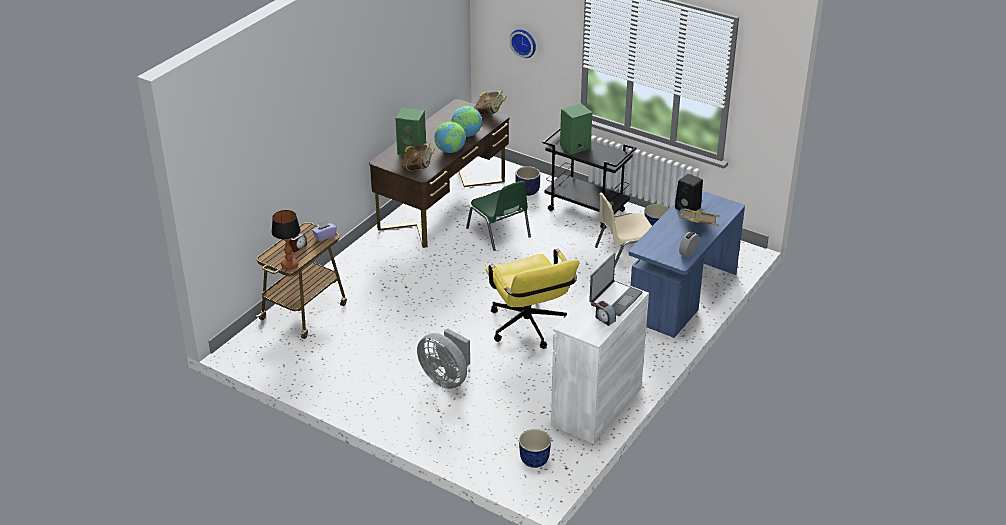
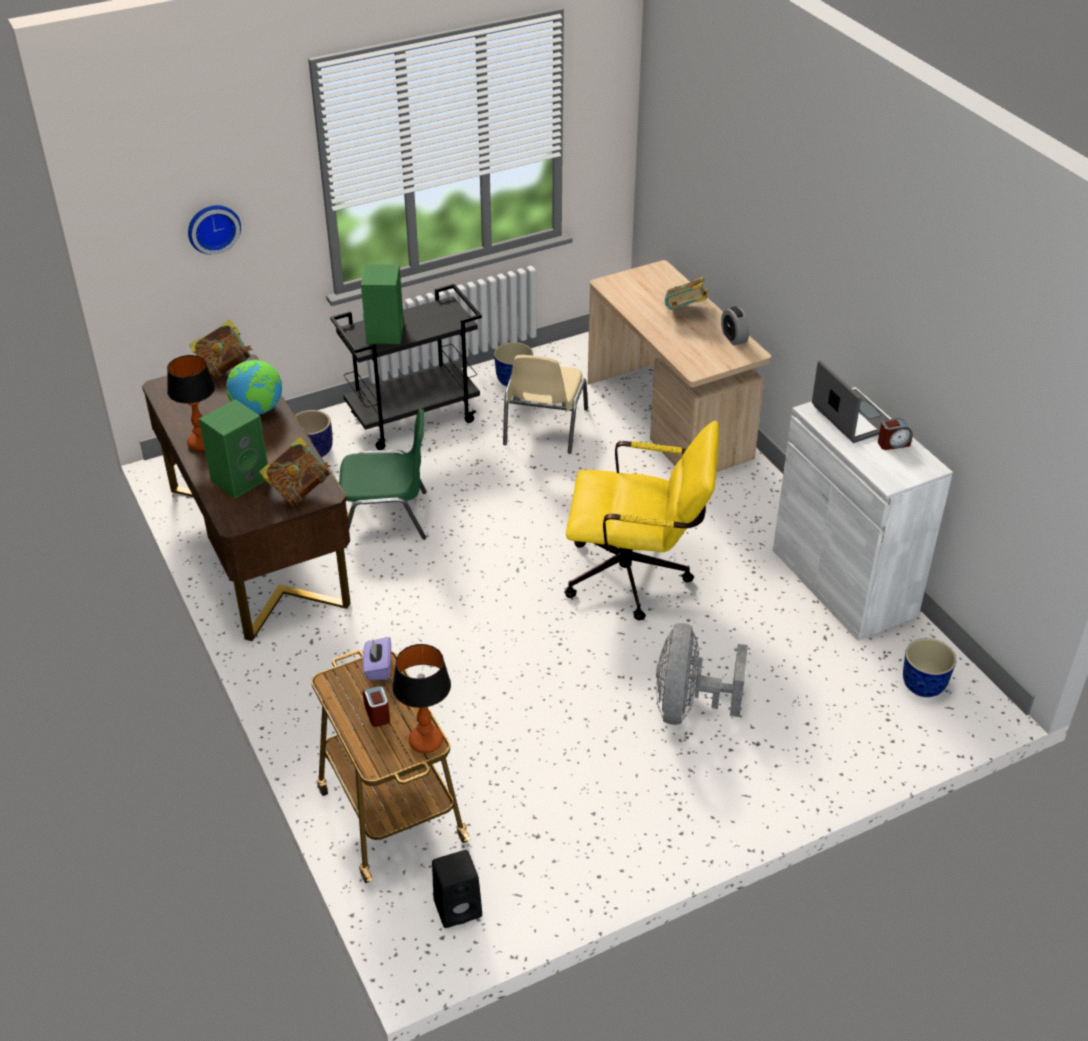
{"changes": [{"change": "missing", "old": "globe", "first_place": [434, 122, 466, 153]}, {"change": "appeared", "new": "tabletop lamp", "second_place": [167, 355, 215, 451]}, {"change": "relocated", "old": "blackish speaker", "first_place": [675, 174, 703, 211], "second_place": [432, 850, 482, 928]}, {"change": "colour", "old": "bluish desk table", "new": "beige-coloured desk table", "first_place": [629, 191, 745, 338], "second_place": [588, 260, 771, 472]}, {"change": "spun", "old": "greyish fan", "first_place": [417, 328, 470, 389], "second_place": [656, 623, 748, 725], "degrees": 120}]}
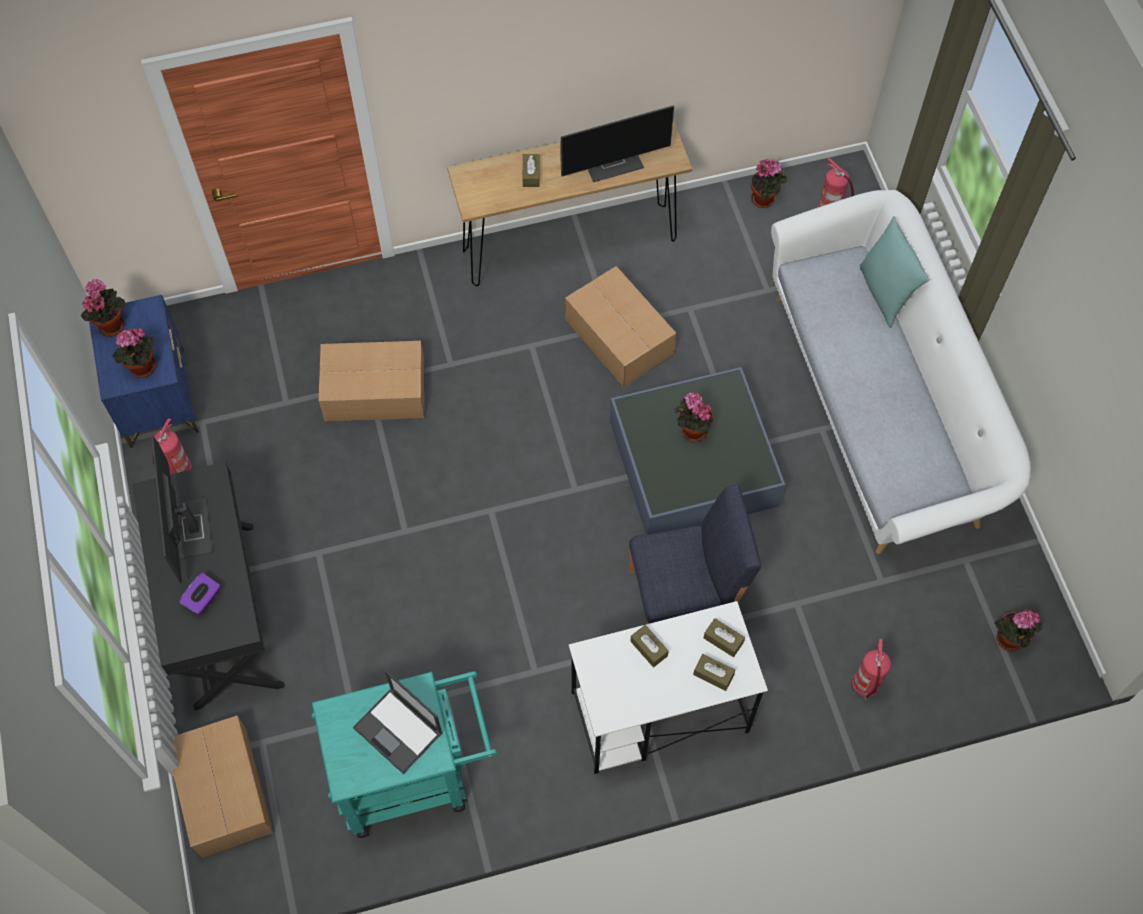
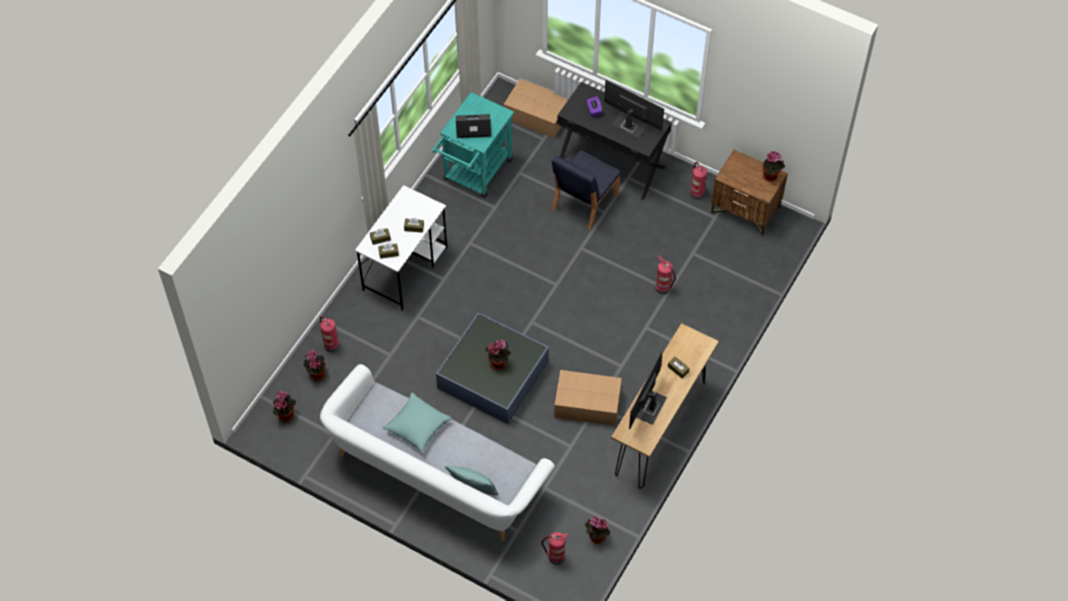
{"changes": [{"change": "appeared", "new": "turquoise-coloured throw pillow", "second_place": [383, 393, 452, 453]}, {"change": "relocated", "old": "potted plant", "first_place": [112, 328, 156, 378], "second_place": [304, 350, 326, 381]}, {"change": "relocated", "old": "bluish upright chair", "first_place": [629, 484, 761, 624], "second_place": [552, 150, 621, 231]}, {"change": "exchanged", "old": "carton", "new": "fire-fighting cylinder", "first_place": [318, 341, 425, 422], "second_place": [655, 256, 676, 295]}, {"change": "colour", "old": "bluish bedside table", "new": "brown-coloured bedside table", "first_place": [89, 295, 199, 448], "second_place": [711, 150, 788, 237]}]}
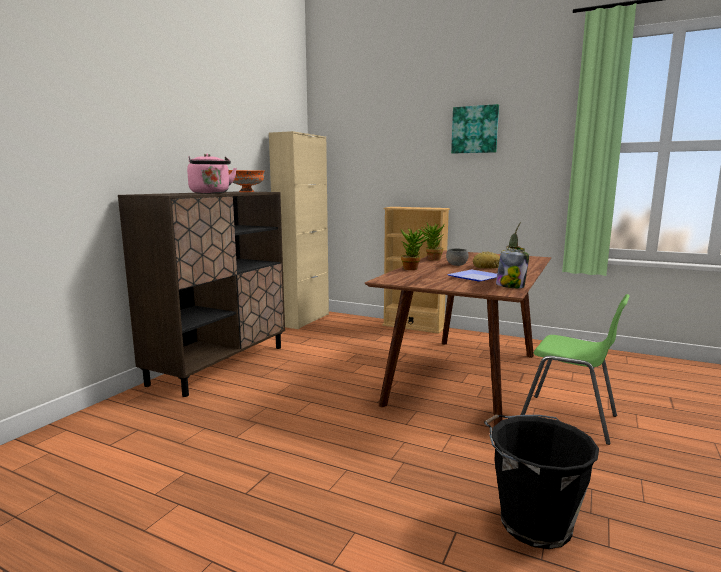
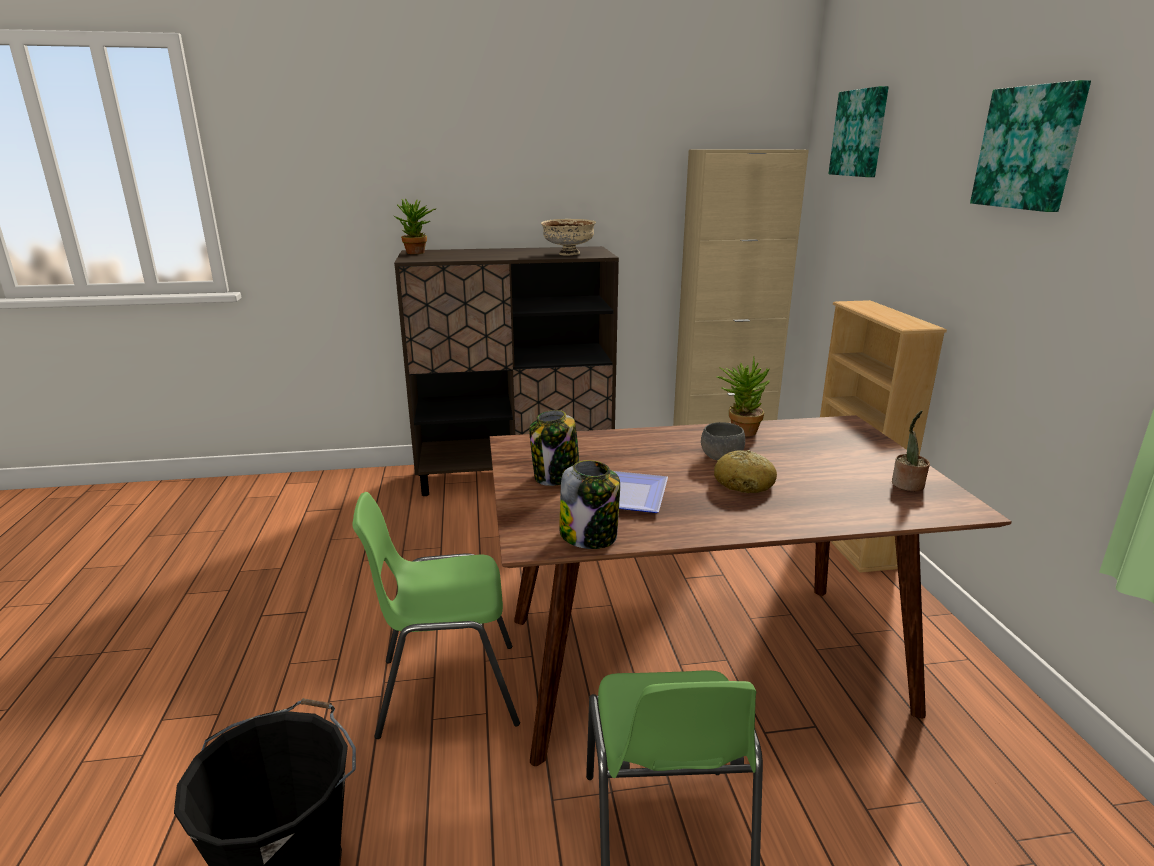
{"changes": [{"change": "missing", "old": "pinkish tea kettle", "first_place": [187, 154, 237, 193]}, {"change": "appeared", "new": "green-coloured upright chair", "second_place": [352, 492, 520, 739]}, {"change": "appeared", "new": "jar", "second_place": [529, 410, 579, 486]}, {"change": "appeared", "new": "wall art", "second_place": [829, 86, 889, 177]}, {"change": "relocated", "old": "potted plant", "first_place": [400, 228, 430, 270], "second_place": [394, 199, 437, 254]}, {"change": "colour", "old": "orange deep dish", "new": "beige-coloured deep dish", "first_place": [228, 170, 264, 192], "second_place": [541, 219, 596, 256]}]}
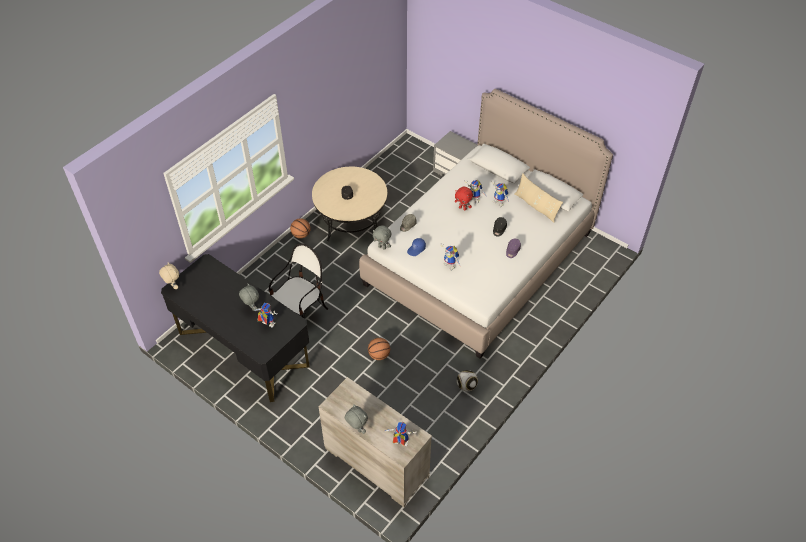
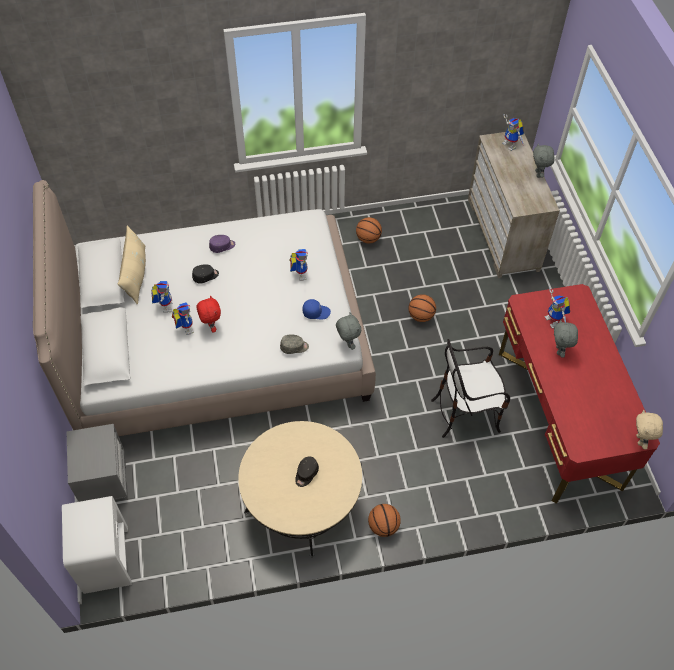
{"changes": [{"change": "appeared", "new": "white-coloured bedside table", "second_place": [62, 496, 132, 594]}, {"change": "exchanged", "old": "football ball", "new": "ball for basketball", "first_place": [457, 370, 478, 391], "second_place": [356, 217, 382, 243]}, {"change": "colour", "old": "blackish desk table", "new": "red-coloured desk table", "first_place": [161, 254, 309, 402], "second_place": [499, 284, 660, 504]}]}
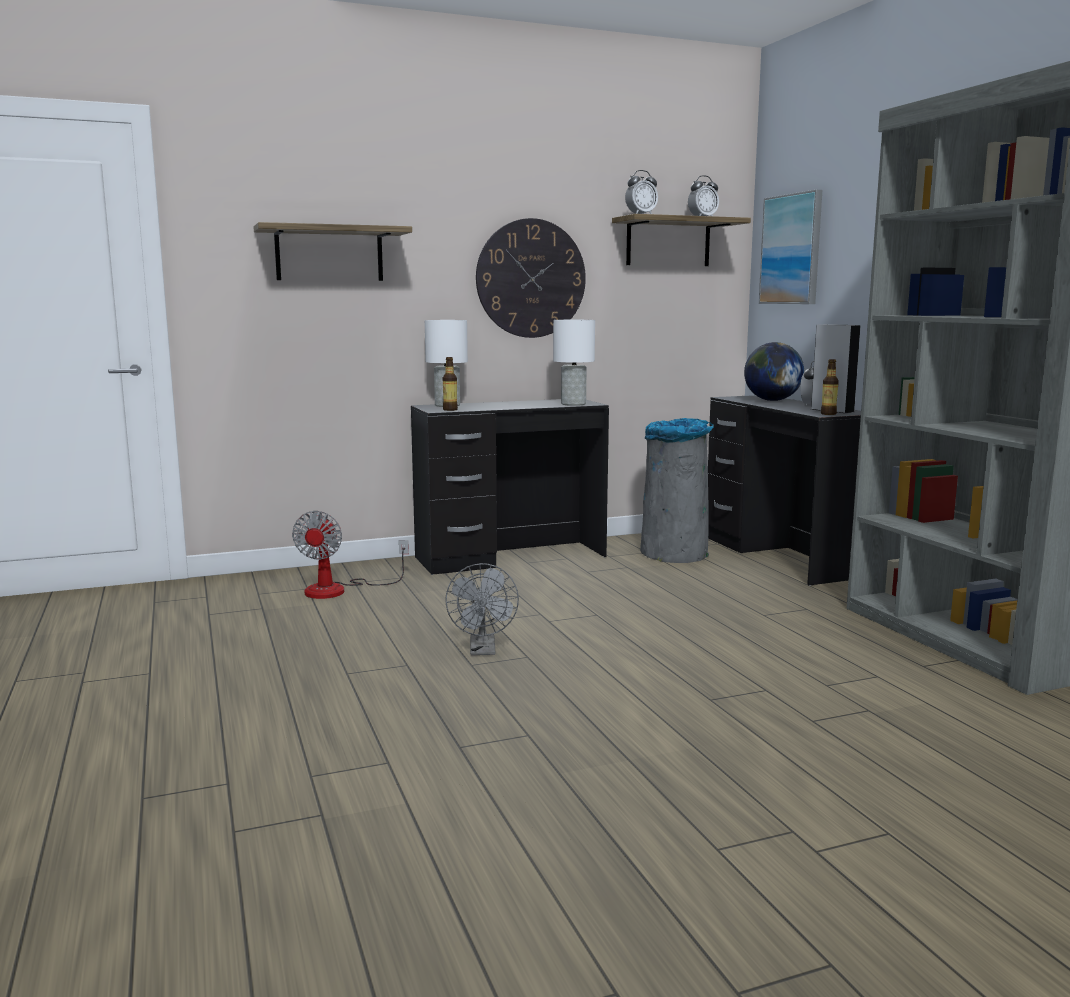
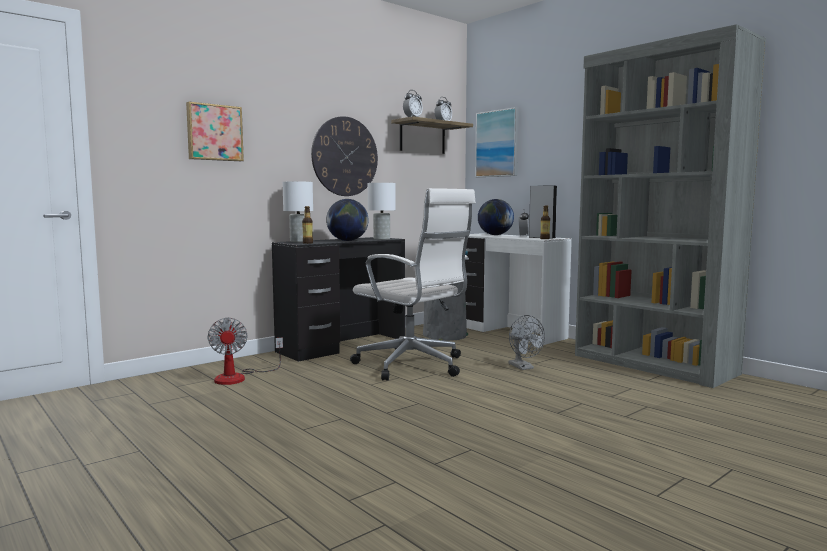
{"changes": [{"change": "appeared", "new": "globe", "second_place": [326, 199, 369, 241]}, {"change": "appeared", "new": "white-coloured computer chair", "second_place": [350, 188, 476, 381]}, {"change": "relocated", "old": "greyish fan", "first_place": [445, 563, 519, 655], "second_place": [508, 315, 545, 370]}, {"change": "exchanged", "old": "shelf", "new": "wall art", "first_place": [253, 222, 412, 281], "second_place": [186, 102, 244, 161]}, {"change": "colour", "old": "blackish desk table", "new": "white-coloured desk table", "first_place": [708, 395, 861, 586], "second_place": [465, 233, 572, 345]}]}
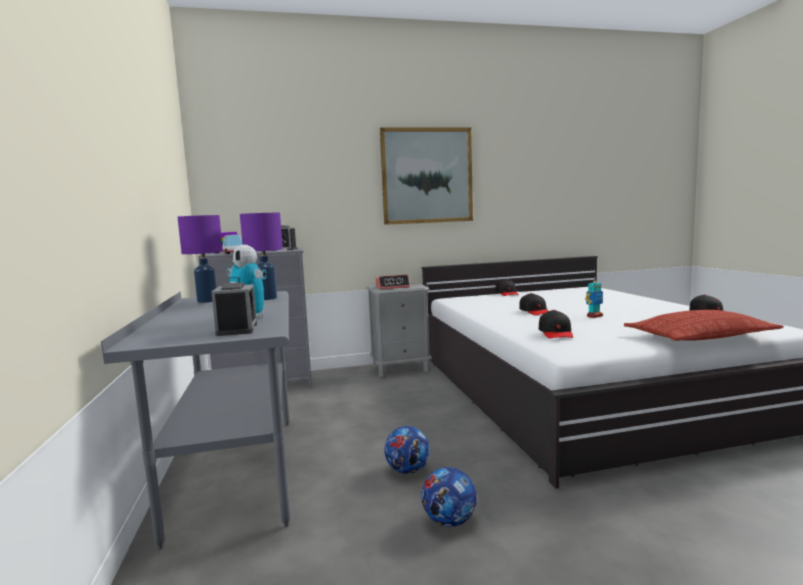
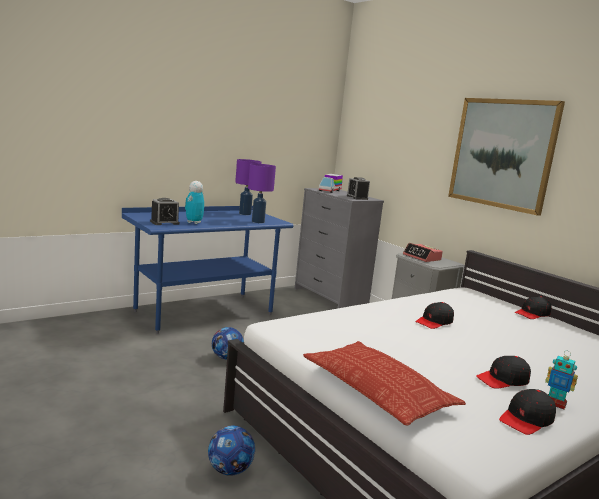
{"changes": [{"change": "relocated", "old": "football ball", "first_place": [421, 467, 477, 527], "second_place": [208, 426, 255, 476]}, {"change": "relocated", "old": "blackish cap", "first_place": [539, 310, 573, 339], "second_place": [476, 356, 531, 389]}, {"change": "relocated", "old": "toy robot", "first_place": [585, 279, 603, 318], "second_place": [545, 353, 578, 410]}, {"change": "colour", "old": "greyish desk table", "new": "bluish desk table", "first_place": [101, 291, 290, 549], "second_place": [122, 206, 293, 334]}]}
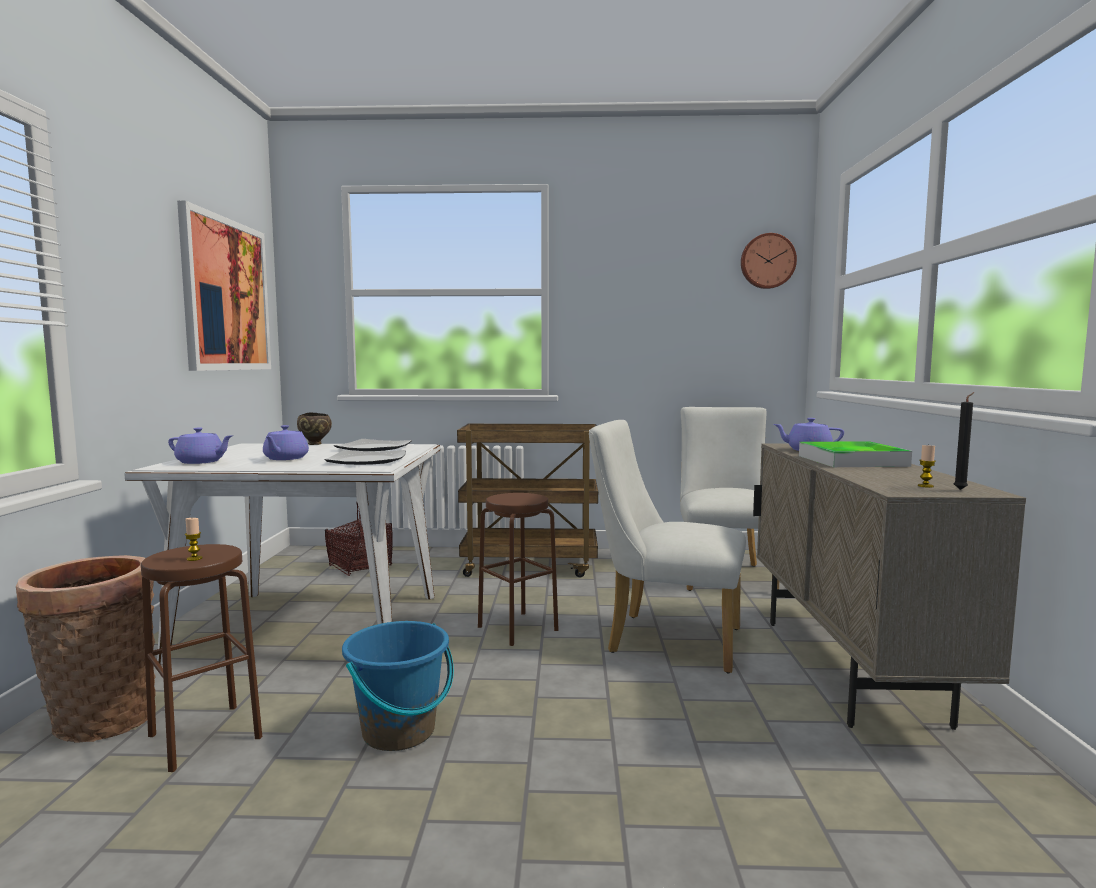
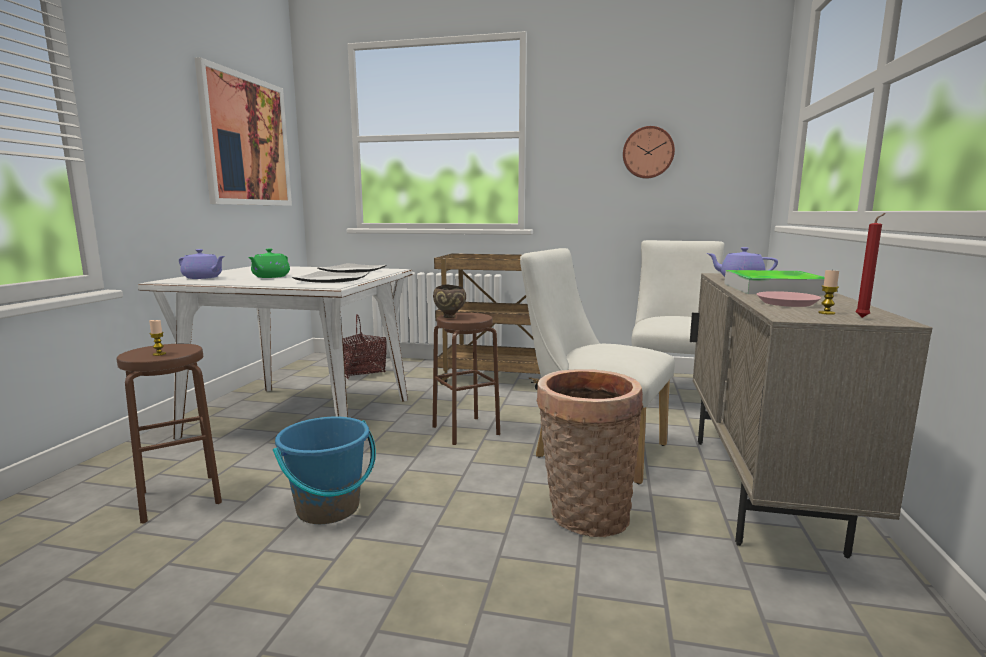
{"changes": [{"change": "appeared", "new": "pinkish flat dish", "second_place": [757, 291, 821, 307]}, {"change": "relocated", "old": "basket", "first_place": [16, 555, 156, 743], "second_place": [536, 369, 643, 537]}, {"change": "relocated", "old": "brown-coloured deep dish", "first_place": [297, 412, 332, 445], "second_place": [433, 285, 466, 318]}, {"change": "relocated", "old": "wall clock", "first_place": [741, 233, 797, 289], "second_place": [623, 126, 675, 179]}, {"change": "colour", "old": "purplish teapot", "new": "green-coloured teapot", "first_place": [263, 425, 309, 460], "second_place": [248, 248, 290, 278]}, {"change": "colour", "old": "blackish wax light", "new": "red-coloured wax light", "first_place": [954, 392, 974, 490], "second_place": [855, 213, 886, 318]}]}
